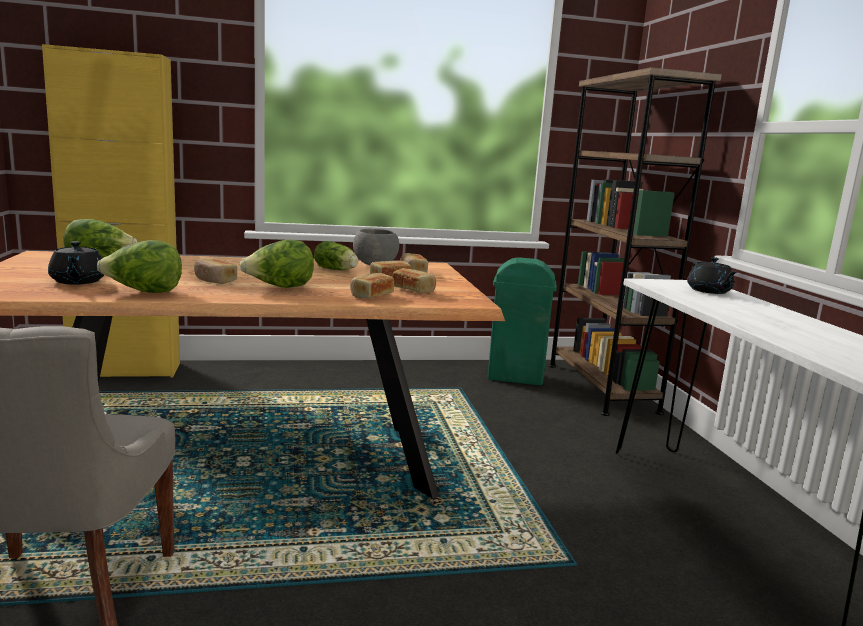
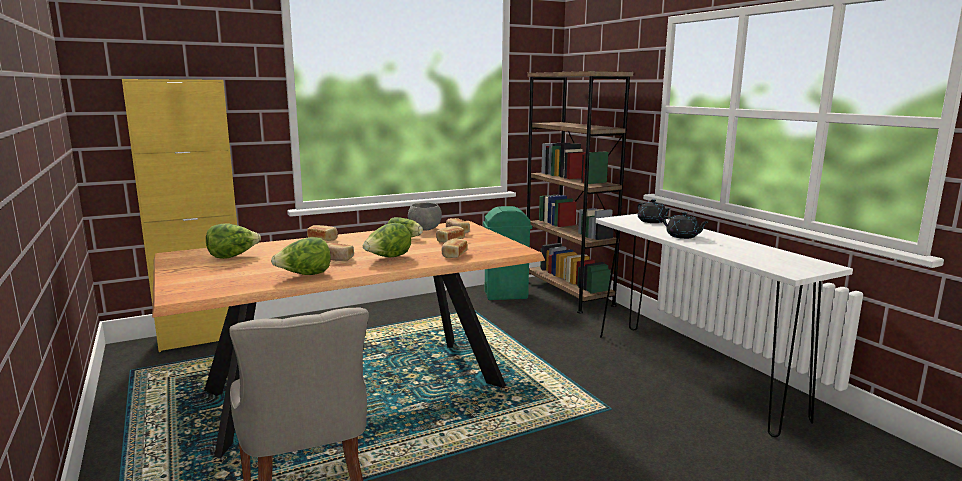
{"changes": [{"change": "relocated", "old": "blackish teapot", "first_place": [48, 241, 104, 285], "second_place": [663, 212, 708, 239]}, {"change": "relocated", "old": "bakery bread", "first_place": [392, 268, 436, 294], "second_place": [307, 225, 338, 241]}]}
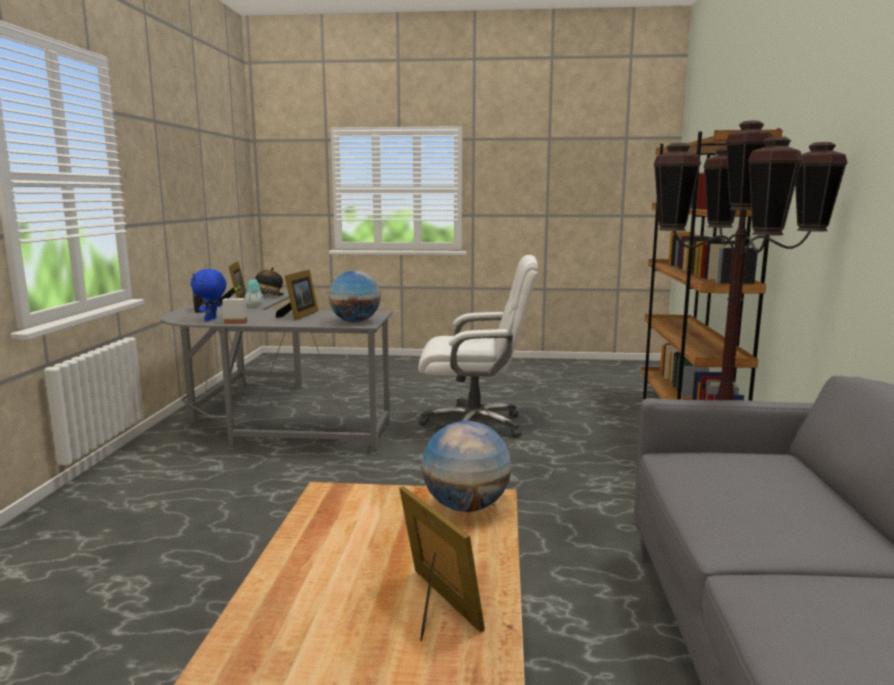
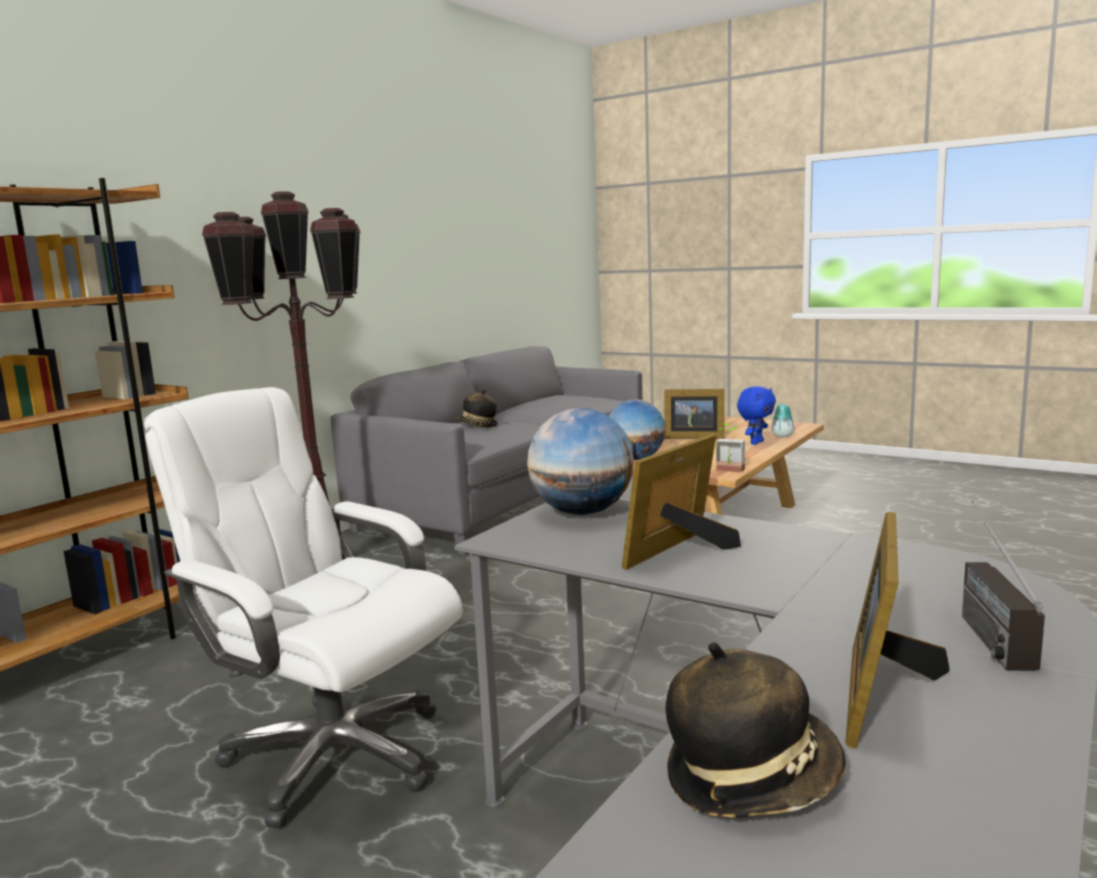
{"changes": [{"change": "appeared", "new": "wearable hat", "second_place": [455, 389, 498, 427]}, {"change": "relocated", "old": "bluish cuddly toy", "first_place": [191, 269, 227, 321], "second_place": [737, 386, 776, 445]}, {"change": "relocated", "old": "potted plant", "first_place": [222, 285, 247, 324], "second_place": [716, 423, 745, 472]}, {"change": "relocated", "old": "vase", "first_place": [245, 279, 263, 307], "second_place": [772, 403, 794, 437]}, {"change": "spun", "old": "photo frame", "first_place": [399, 486, 485, 641], "second_place": [665, 389, 724, 439], "degrees": -75}]}
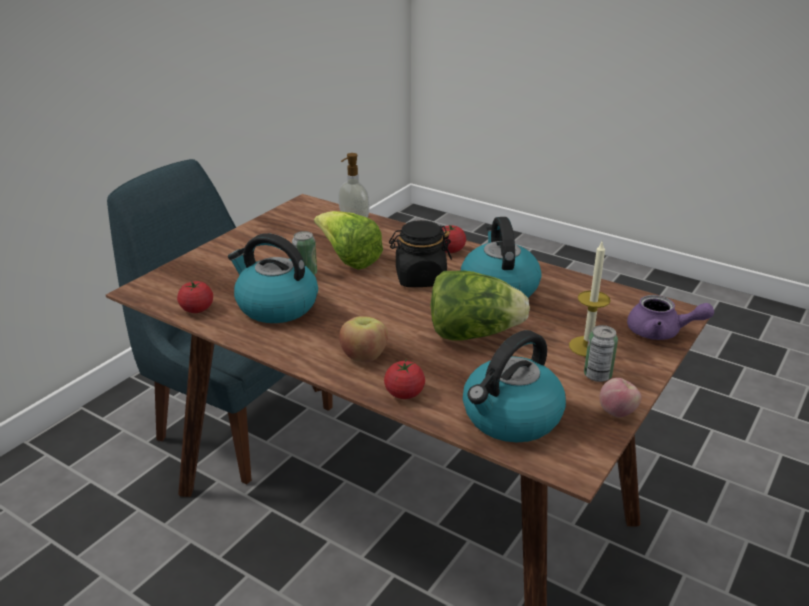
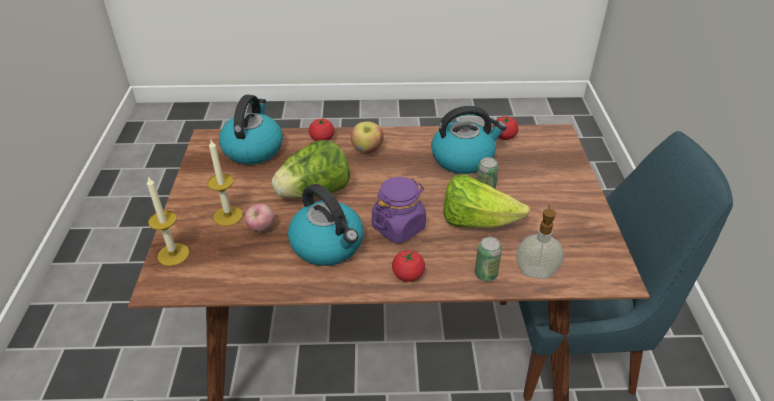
{"changes": [{"change": "relocated", "old": "can", "first_place": [584, 325, 618, 382], "second_place": [475, 237, 502, 281]}, {"change": "relocated", "old": "whole apple", "first_place": [599, 378, 642, 418], "second_place": [245, 204, 275, 232]}, {"change": "exchanged", "old": "purplish teapot", "new": "wax light", "first_place": [627, 295, 714, 340], "second_place": [147, 176, 189, 266]}, {"change": "colour", "old": "blackish jar", "new": "purplish jar", "first_place": [389, 220, 452, 287], "second_place": [372, 177, 426, 243]}]}
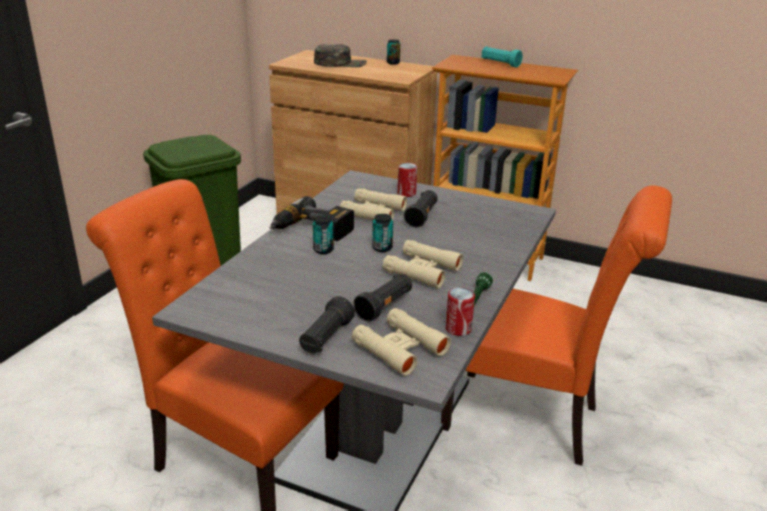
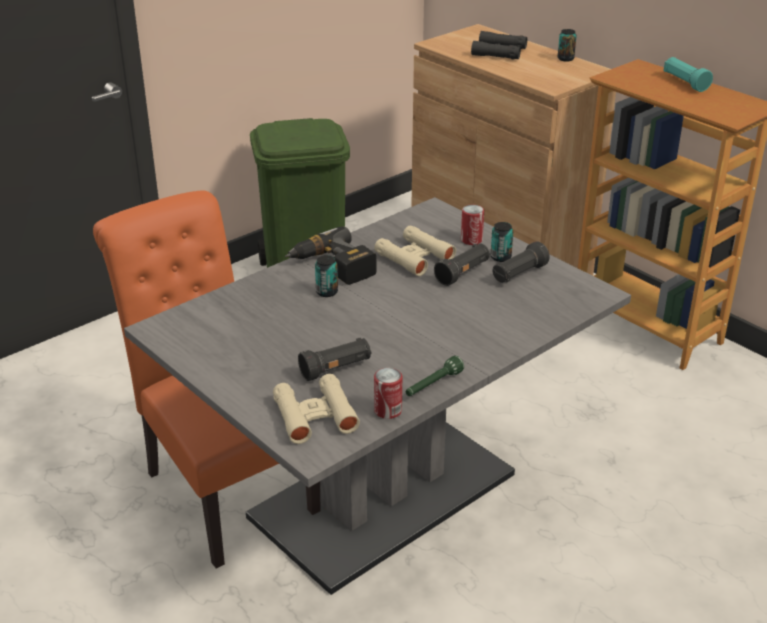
{"changes": [{"change": "missing", "old": "beige-coloured pair of binoculars", "first_place": [383, 240, 463, 288]}, {"change": "missing", "old": "orange upright chair", "first_place": [441, 185, 672, 466]}, {"change": "relocated", "old": "blackish torch", "first_place": [299, 296, 355, 353], "second_place": [492, 242, 549, 283]}, {"change": "relocated", "old": "can", "first_place": [372, 214, 393, 252], "second_place": [491, 222, 513, 262]}, {"change": "exchanged", "old": "green-coloured cap", "new": "blackish pair of binoculars", "first_place": [314, 44, 367, 67], "second_place": [471, 31, 527, 59]}]}
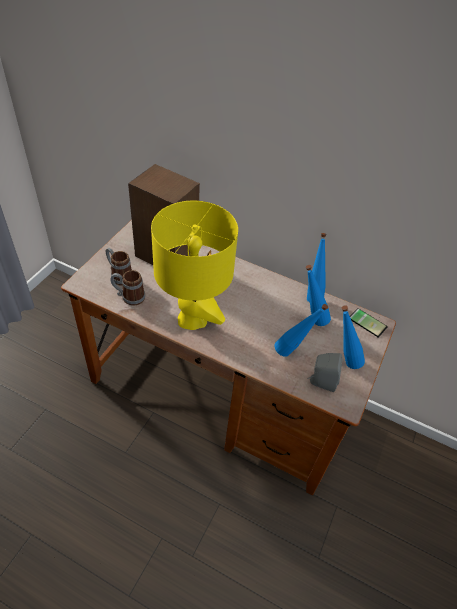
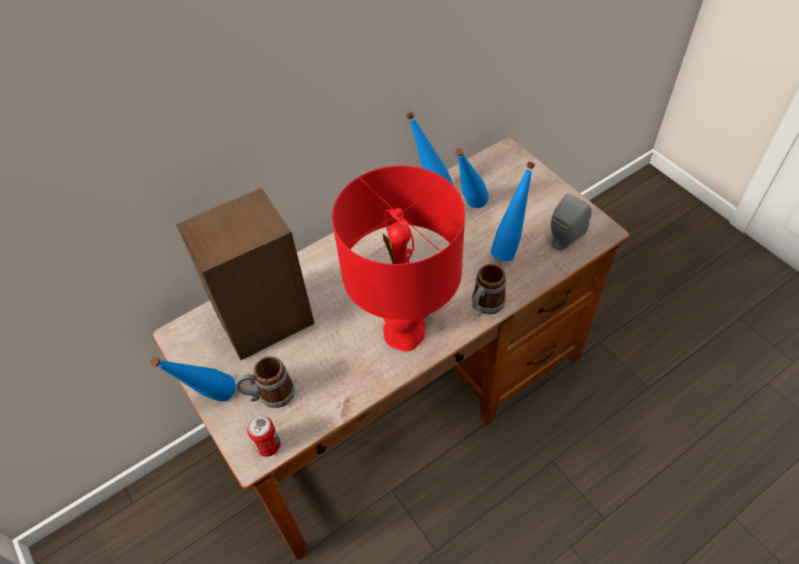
{"changes": [{"change": "missing", "old": "telephone", "first_place": [350, 308, 388, 338]}, {"change": "appeared", "new": "can", "second_place": [247, 416, 280, 457]}, {"change": "relocated", "old": "tea mug", "first_place": [110, 270, 145, 306], "second_place": [472, 264, 506, 317]}, {"change": "relocated", "old": "bluish bottle", "first_place": [342, 306, 365, 369], "second_place": [150, 357, 236, 402]}, {"change": "colour", "old": "yellow tabletop lamp", "new": "red-coloured tabletop lamp", "first_place": [151, 201, 238, 330], "second_place": [332, 166, 465, 351]}]}
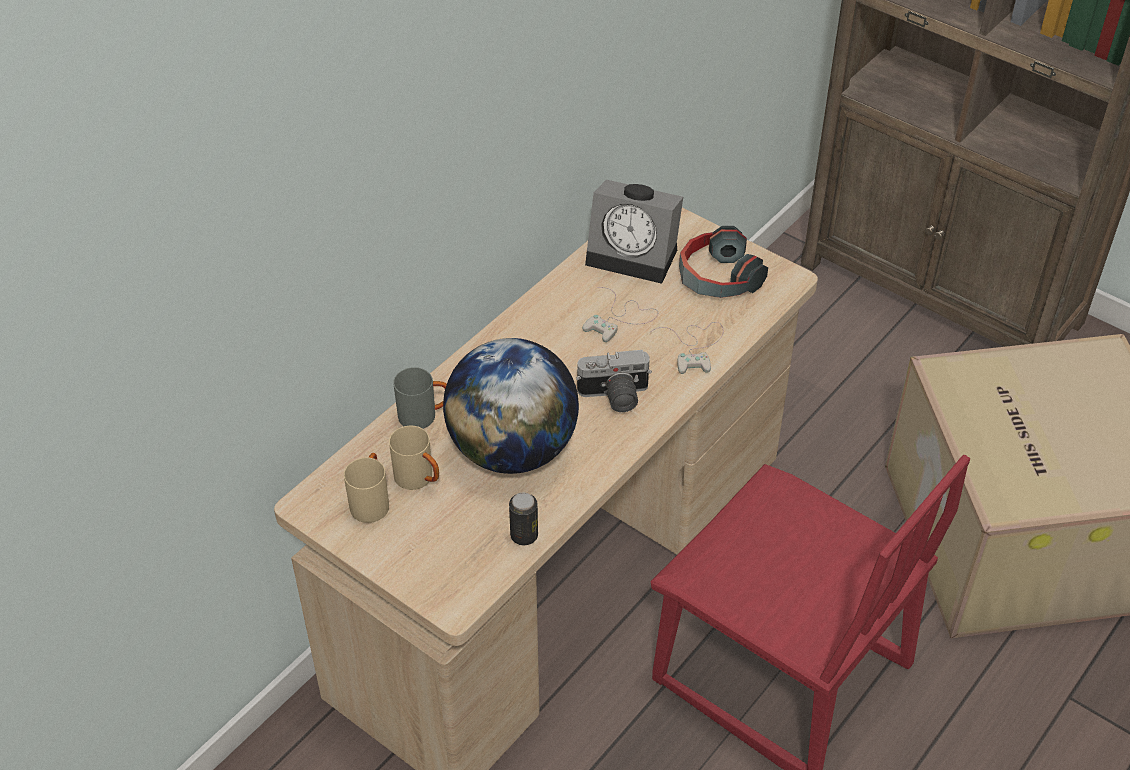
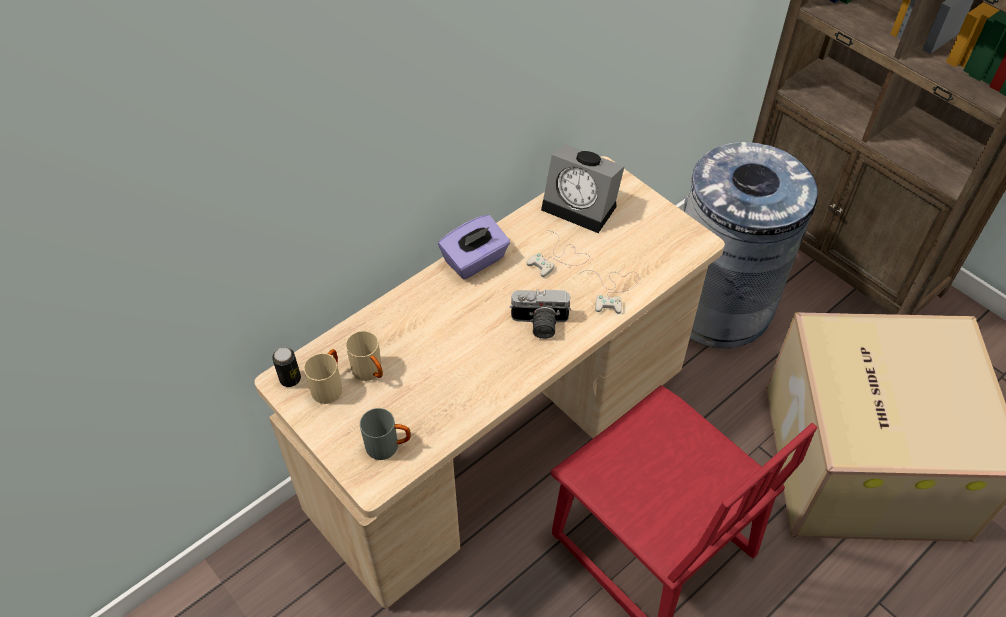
{"changes": [{"change": "missing", "old": "globe", "first_place": [443, 338, 579, 474]}, {"change": "missing", "old": "pair of headphones", "first_place": [679, 226, 768, 298]}, {"change": "appeared", "new": "purplish tissue box", "second_place": [438, 215, 510, 279]}, {"change": "appeared", "new": "greyish waste bin", "second_place": [683, 142, 818, 348]}, {"change": "relocated", "old": "greyish tea mug", "first_place": [393, 367, 447, 429], "second_place": [360, 408, 411, 460]}, {"change": "relocated", "old": "can", "first_place": [509, 492, 538, 545], "second_place": [272, 347, 301, 387]}]}
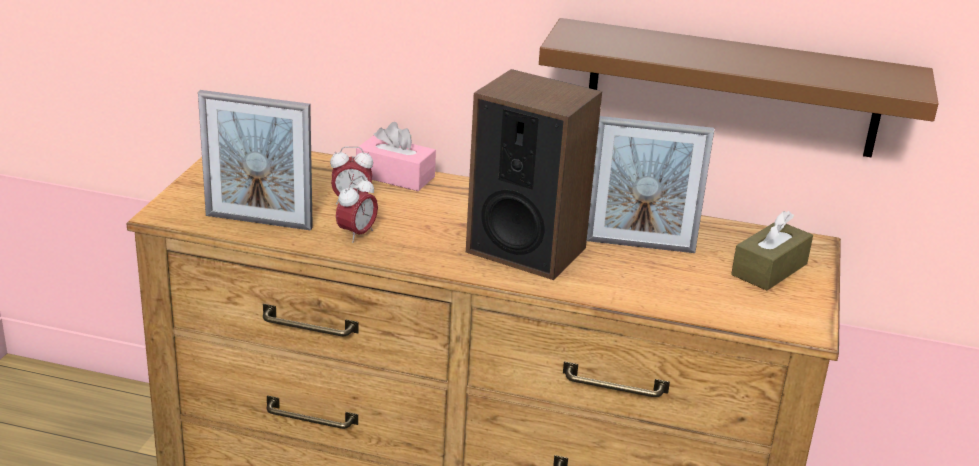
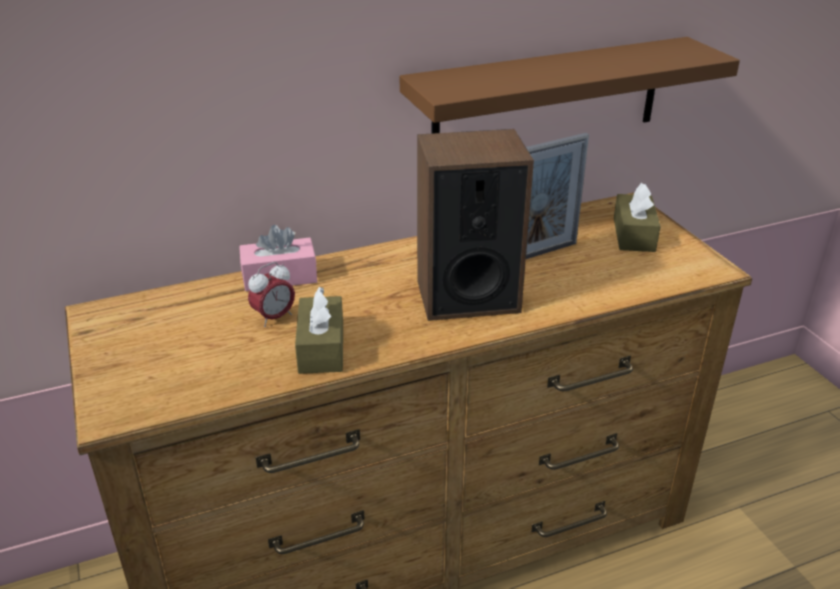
{"changes": [{"change": "missing", "old": "photo frame", "first_place": [198, 90, 313, 231]}, {"change": "exchanged", "old": "alarm clock", "new": "brown-coloured tissue box", "first_place": [336, 176, 378, 243], "second_place": [295, 287, 343, 374]}]}
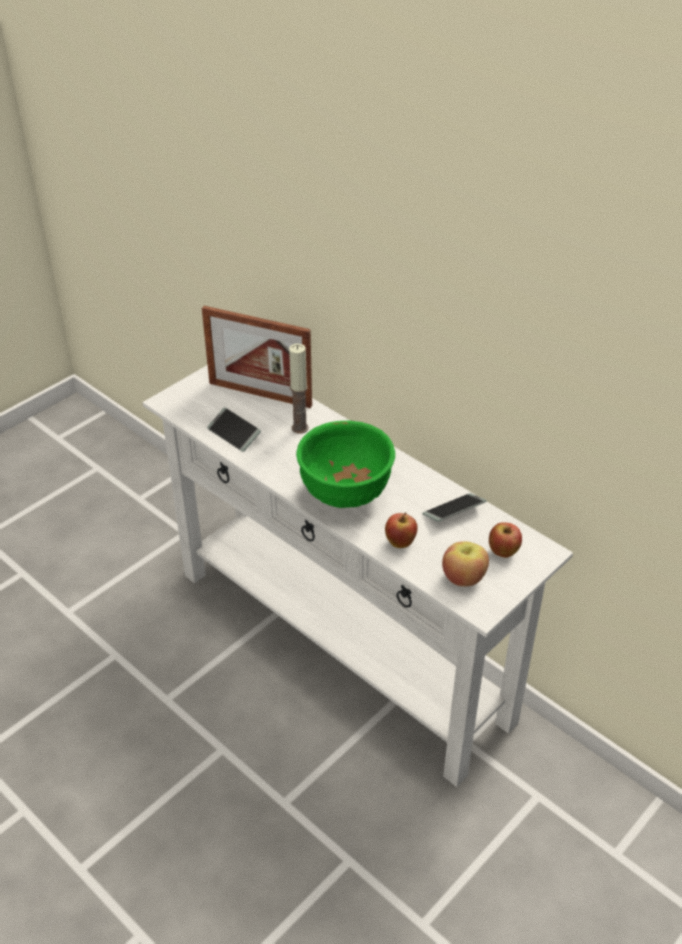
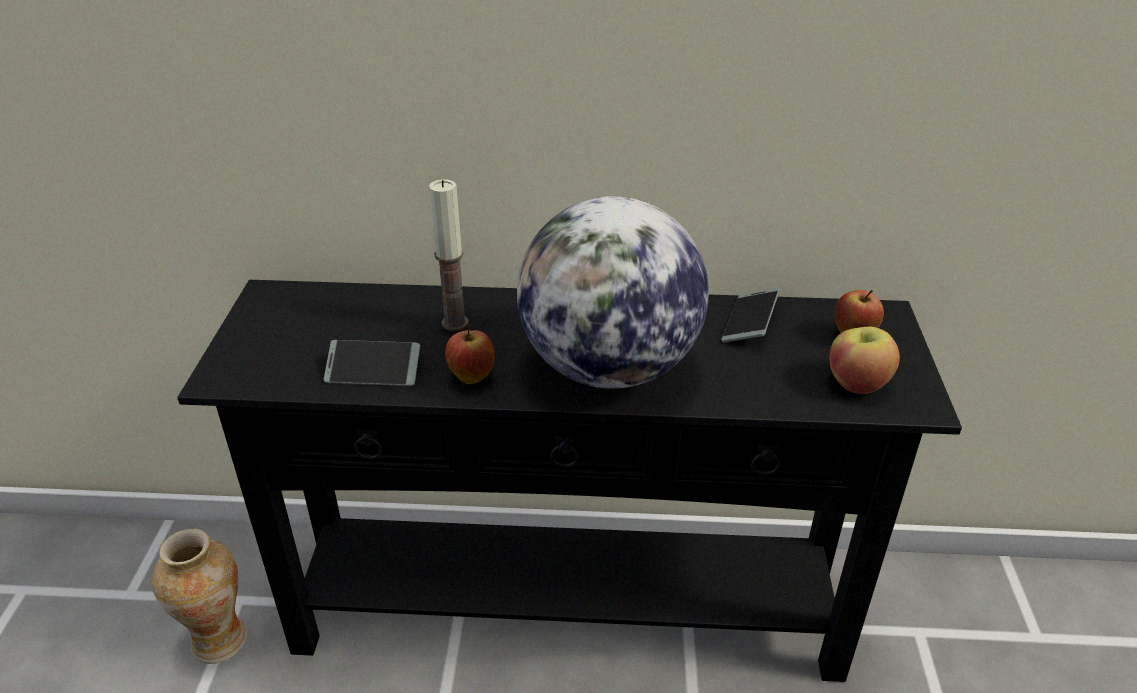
{"changes": [{"change": "missing", "old": "photo frame", "first_place": [202, 306, 312, 408]}, {"change": "appeared", "new": "vase", "second_place": [152, 529, 248, 664]}, {"change": "relocated", "old": "whole apple", "first_place": [385, 512, 417, 548], "second_place": [445, 324, 495, 384]}, {"change": "exchanged", "old": "green-coloured deep dish", "new": "globe", "first_place": [296, 421, 395, 508], "second_place": [517, 196, 709, 389]}, {"change": "colour", "old": "white-coloured hall table", "new": "blackish hall table", "first_place": [142, 365, 573, 787], "second_place": [177, 280, 962, 682]}]}
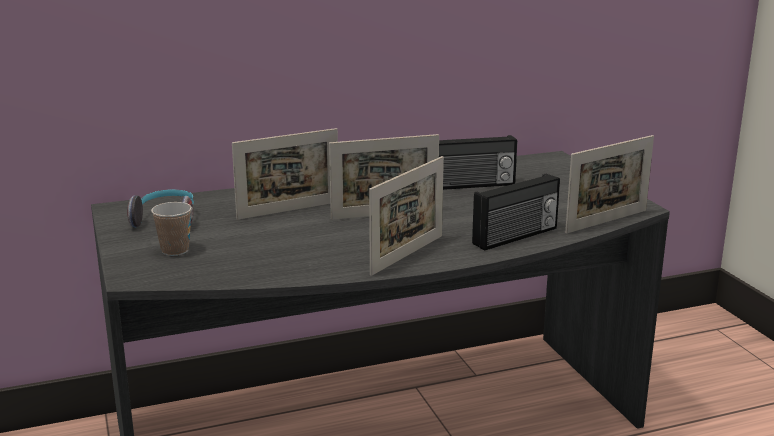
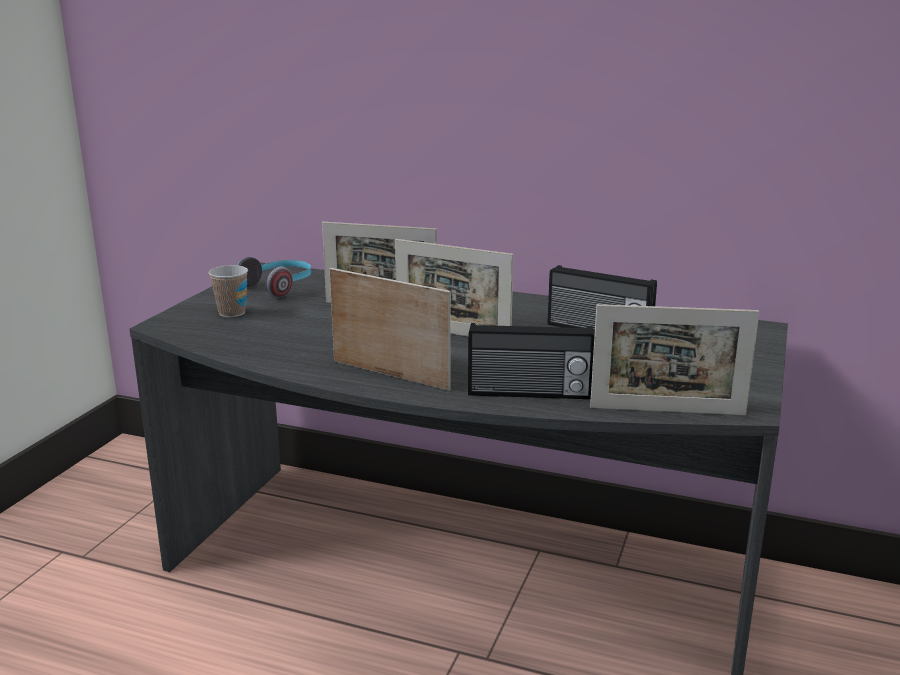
{"changes": [{"change": "spun", "old": "photo frame", "first_place": [369, 156, 444, 276], "second_place": [330, 268, 451, 391], "degrees": -135}]}
